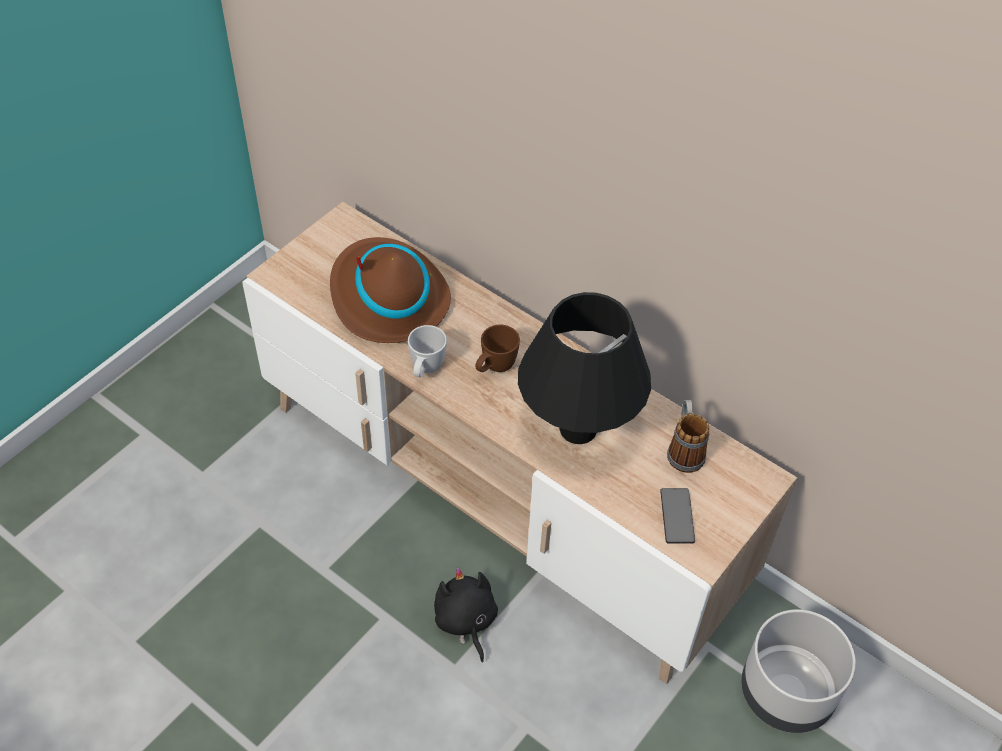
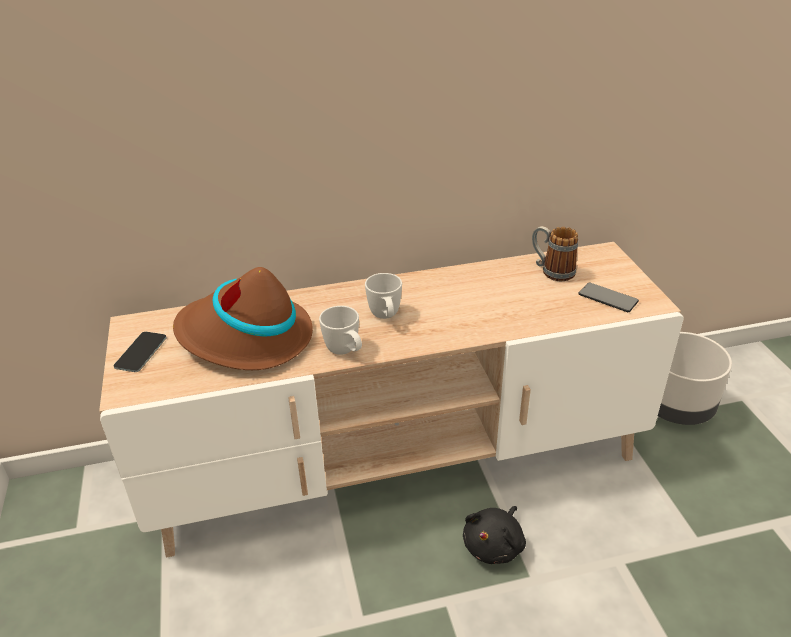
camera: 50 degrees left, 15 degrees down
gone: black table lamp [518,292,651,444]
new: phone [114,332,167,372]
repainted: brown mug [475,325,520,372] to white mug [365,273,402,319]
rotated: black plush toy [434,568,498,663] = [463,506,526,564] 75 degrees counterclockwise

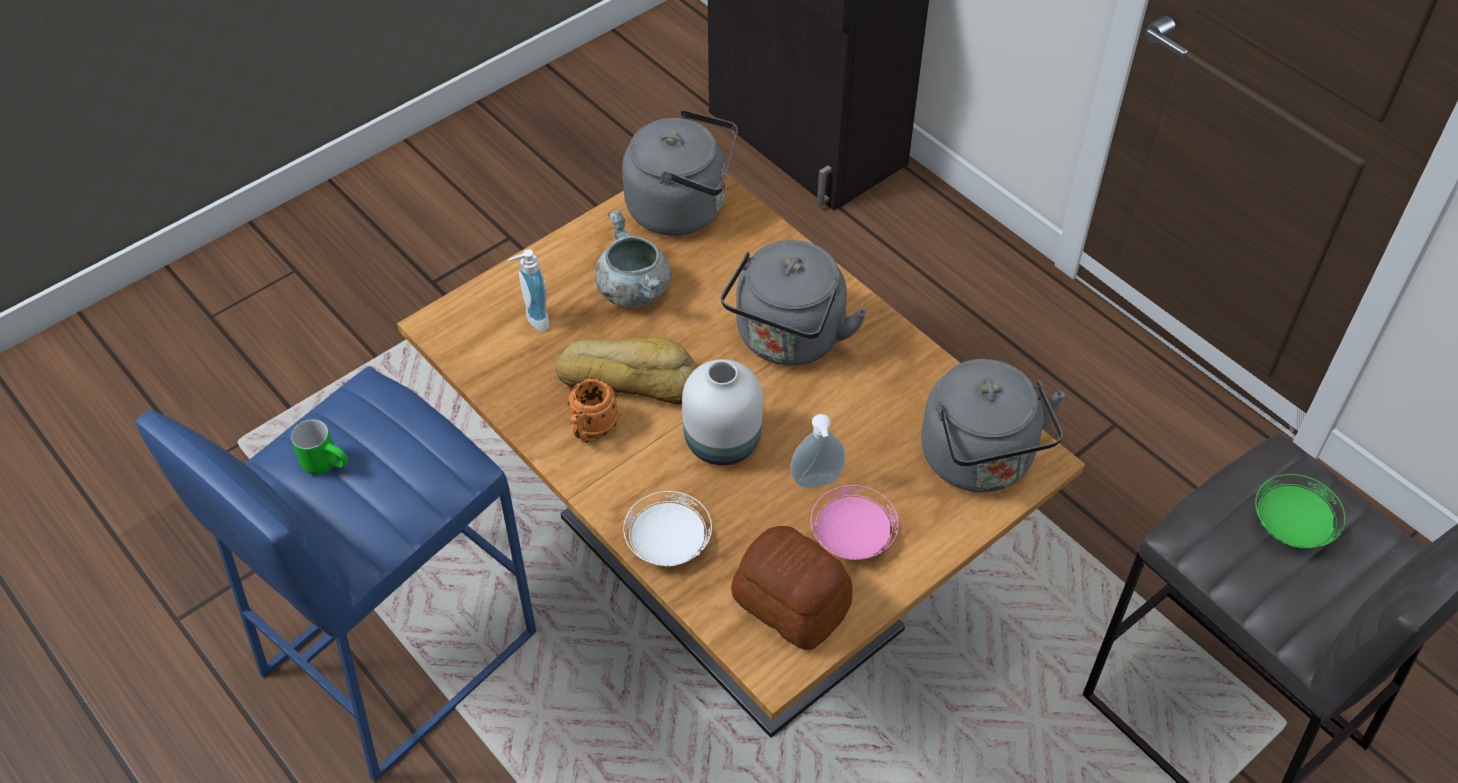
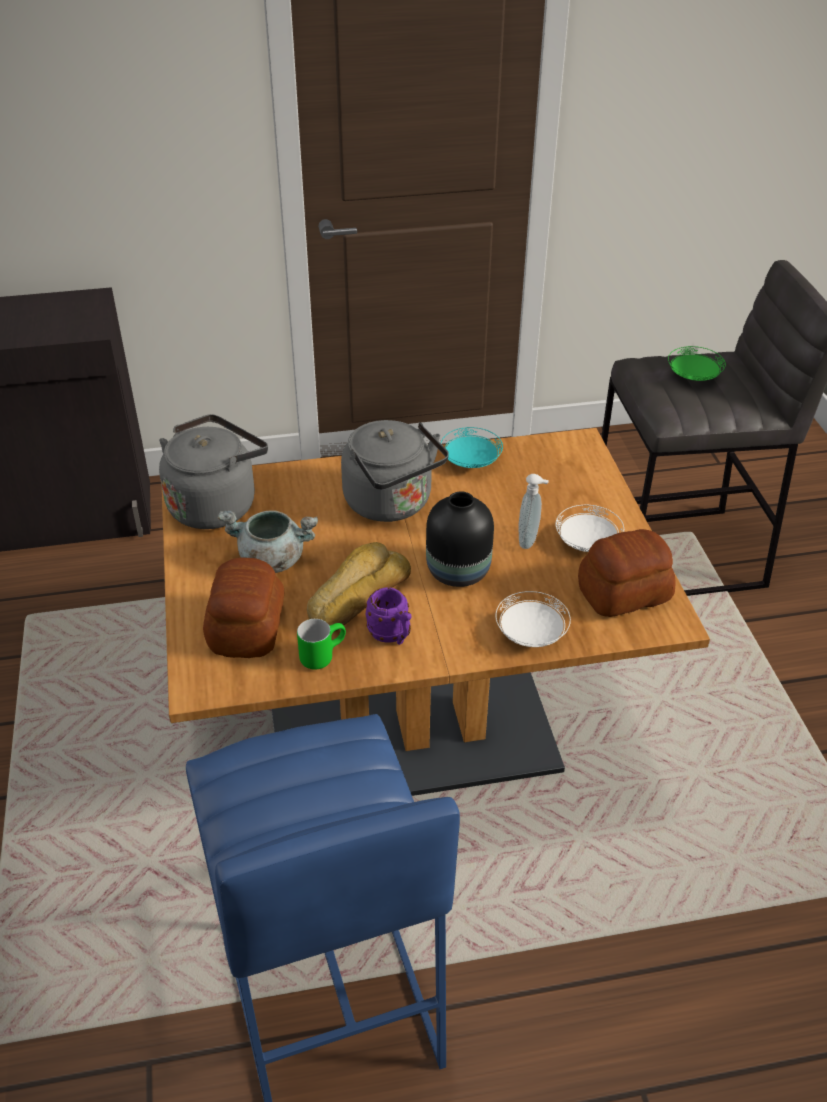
camera: 60 degrees left, 10 degrees down
gone: grey kettle [921,359,1065,492]
new: turquoise plate [441,427,503,468]
shifted: green mug [291,419,348,474] to [297,619,346,670]
swapped: soap dispenser [508,249,549,332] to bread [203,558,284,658]
repainted: orange mug [567,379,618,443] to purple mug [365,587,412,645]; white vase [682,359,763,465] to black vase [426,491,494,587]; pink plate [811,485,899,560] to white plate [556,505,624,552]

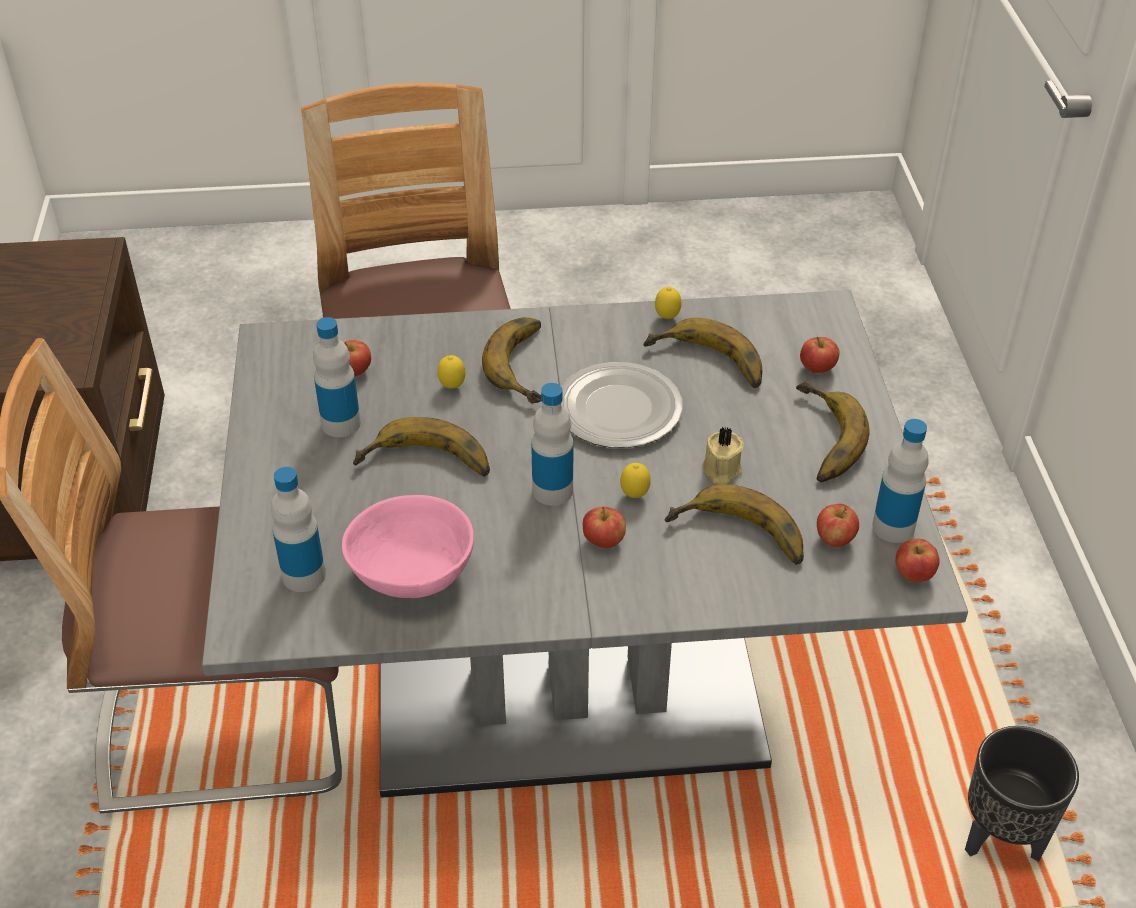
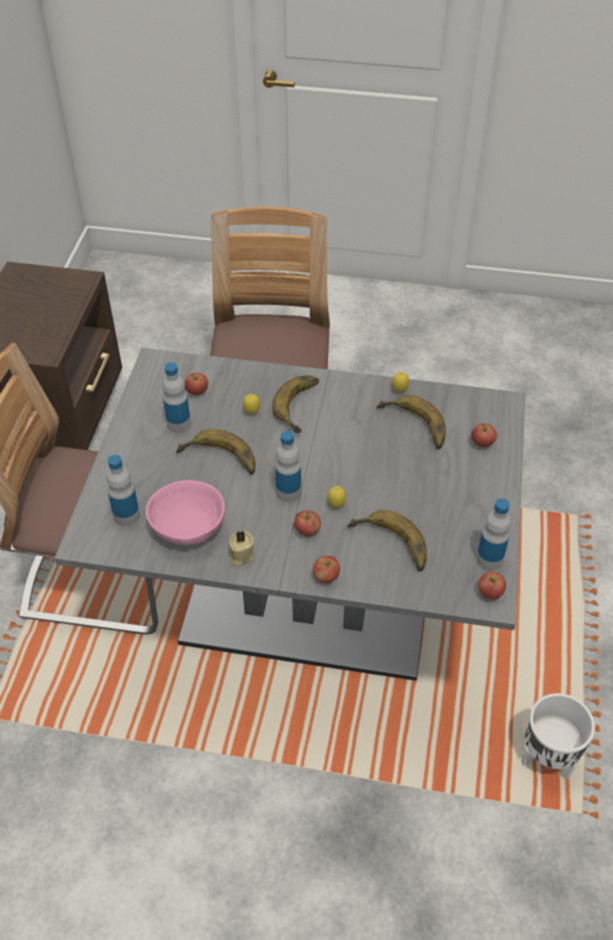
camera: 15 degrees right, 5 degrees up
gone: plate [561,362,683,448]; banana [796,381,870,482]
shifted: beige candle [702,427,744,484] to [230,530,254,566]; apple [817,504,859,547] to [313,556,340,584]
repainted: black planter [965,726,1079,862] to white planter [521,693,595,780]

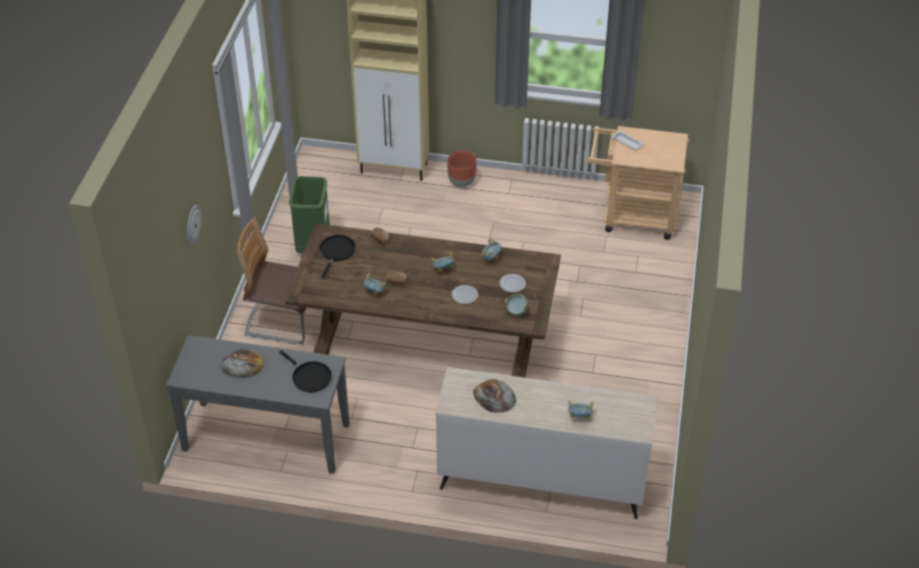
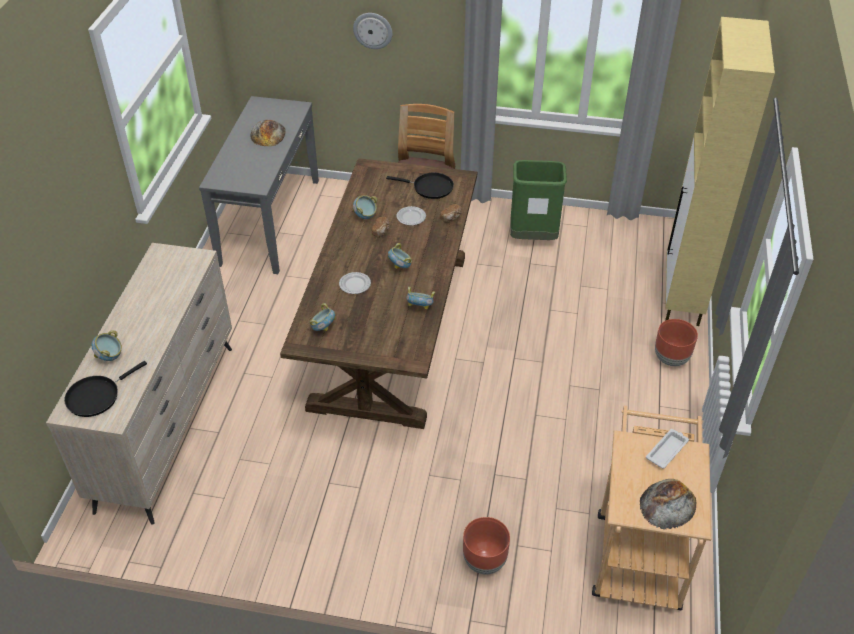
camera: 90 degrees right, 0 degrees up
new: brown planter [463,517,510,575]
shifted: black frying pan [279,350,332,392] to [64,361,147,417]; bread [473,379,516,413] to [640,479,697,529]; plate [499,274,526,293] to [396,206,426,226]

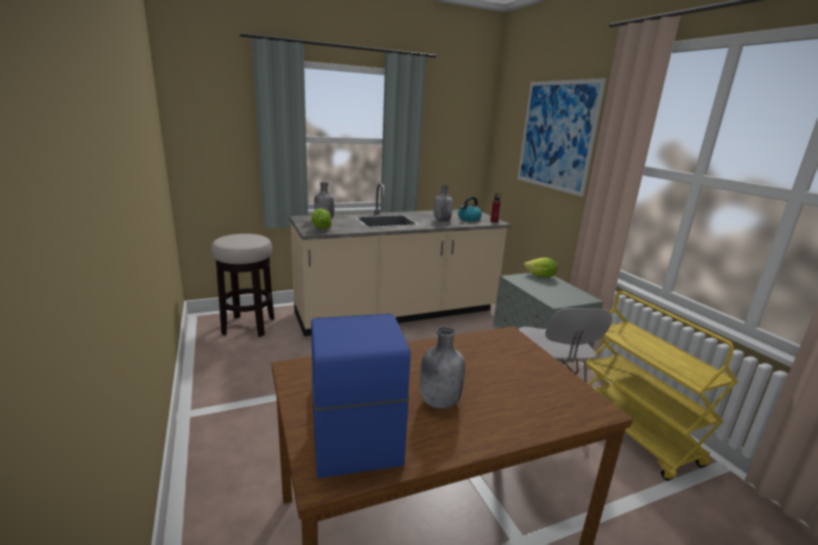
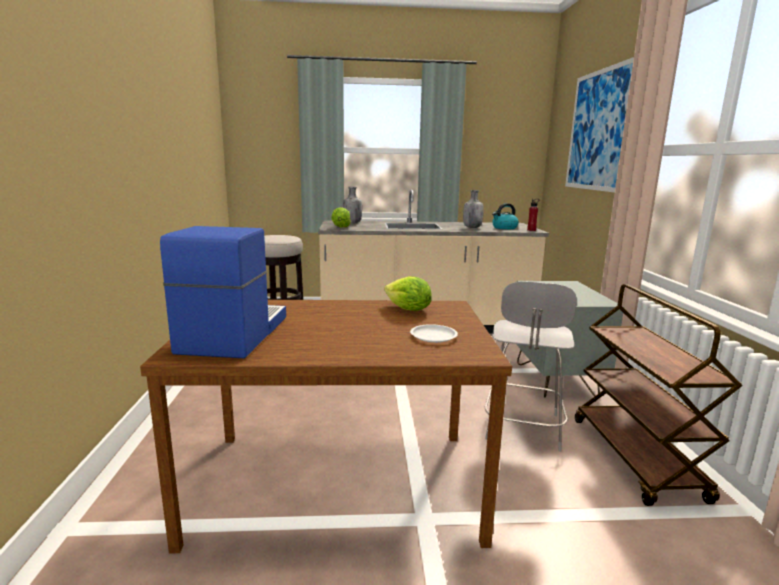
camera: 20 degrees right, 5 degrees down
gone: grey bottle [420,326,465,409]
new: white plate [410,324,458,343]
shifted: lettuce [524,258,557,277] to [384,276,432,311]
repainted: yellow cart [586,291,738,481] to brown cart [575,284,743,506]

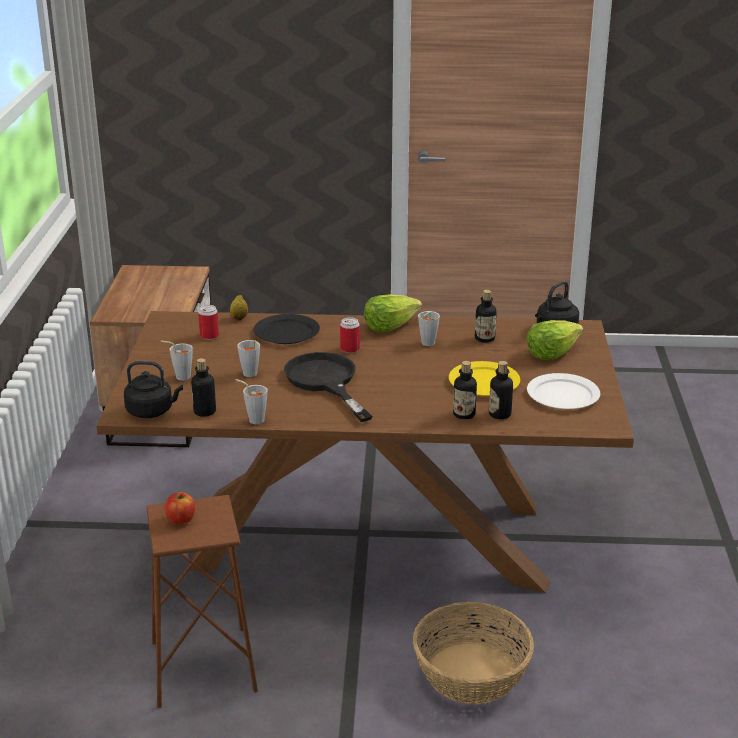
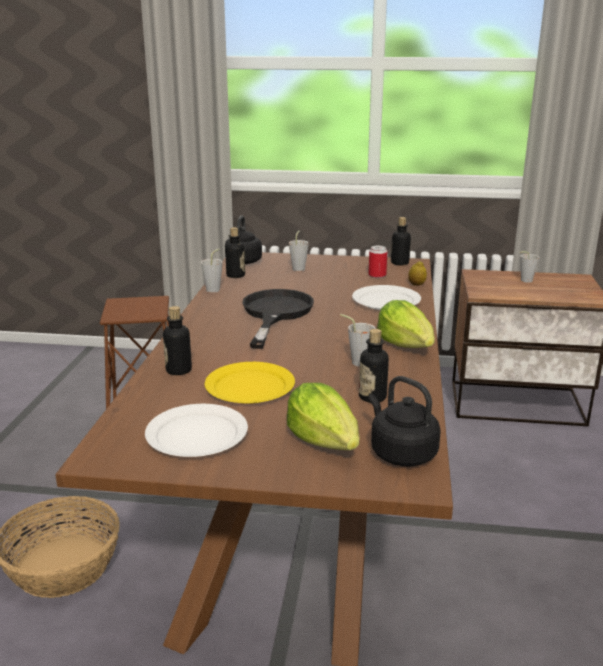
camera: 95 degrees right, 5 degrees down
gone: apple [164,492,195,525]; can [340,317,360,353]
shifted: grey cup [237,340,260,377] to [519,251,539,283]; bottle [489,361,513,419] to [391,217,411,265]
repainted: black plate [254,314,320,344] to white plate [352,285,421,310]
rotated: black frying pan [284,352,372,422] = [242,289,314,349] 60 degrees counterclockwise

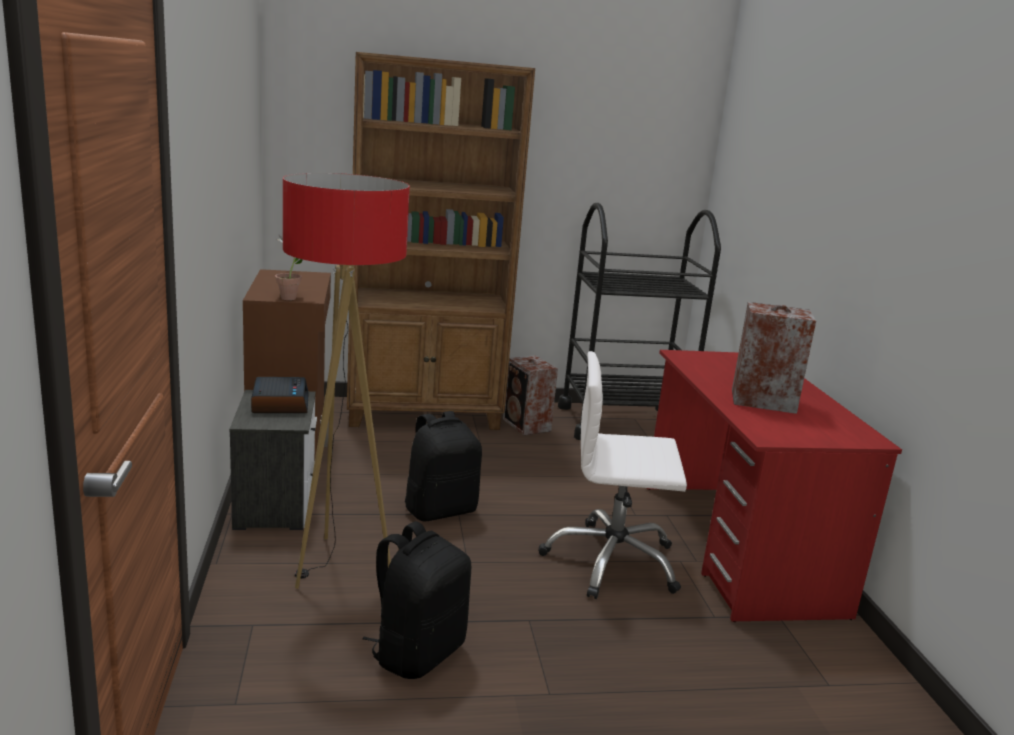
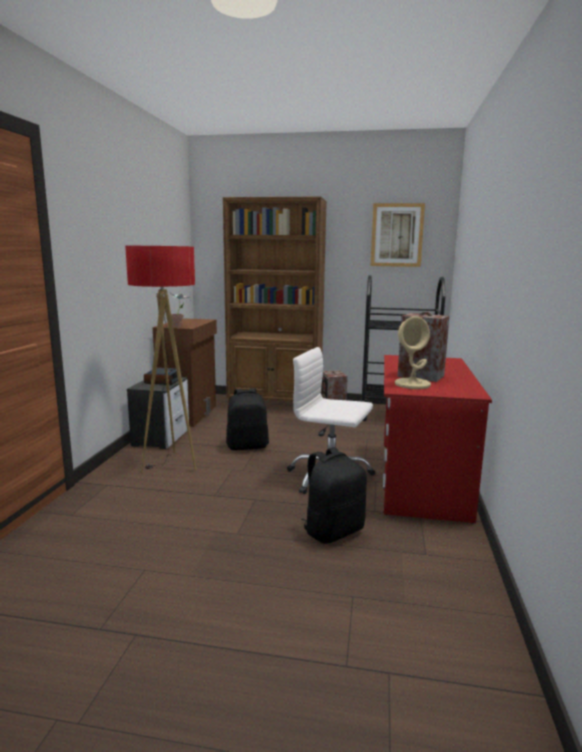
camera: 20 degrees right, 5 degrees down
new: picture [370,203,425,267]; beige table lamp [395,316,431,389]
shifted: black backpack [362,521,471,679] to [301,447,367,544]

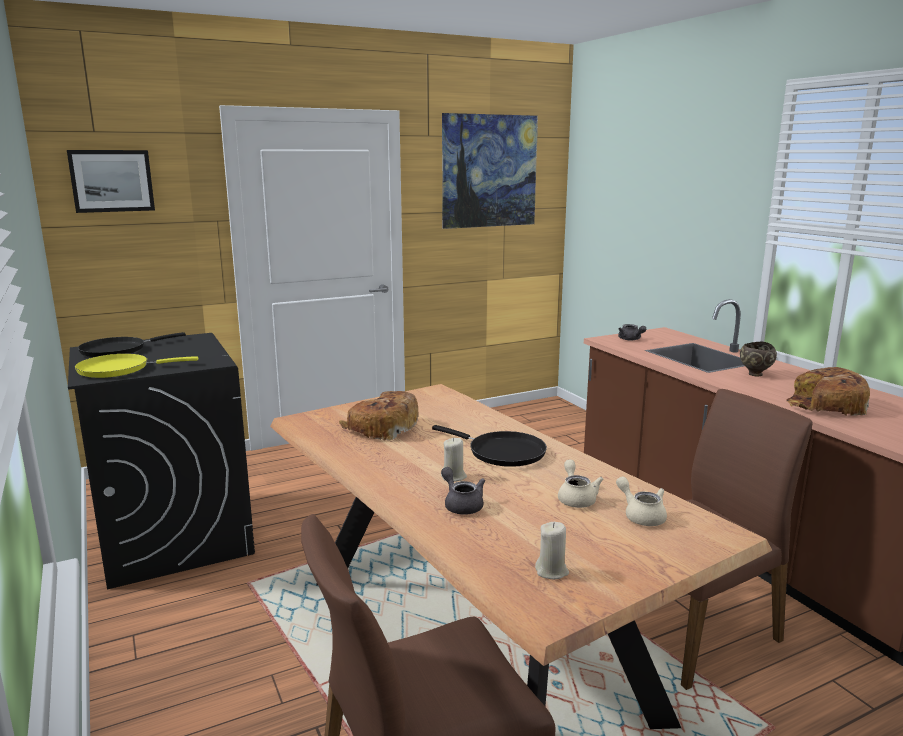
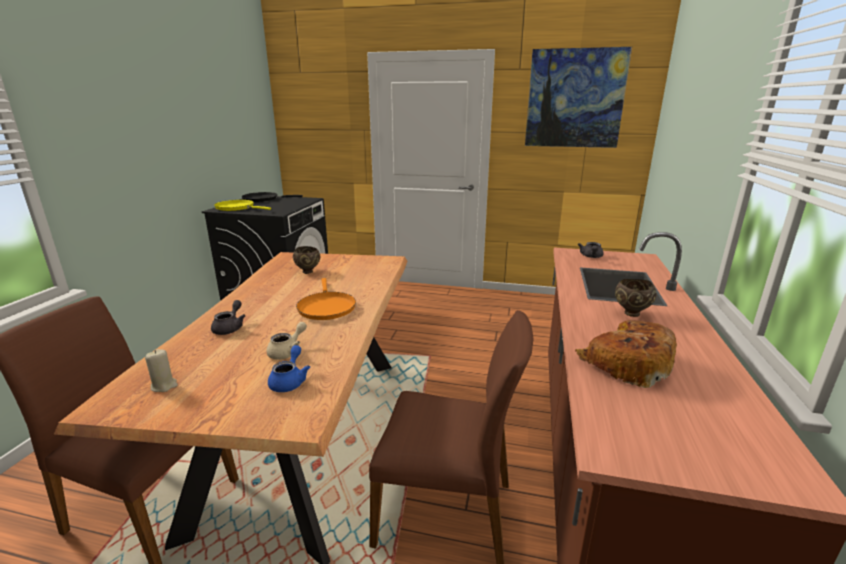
camera: 40 degrees right, 5 degrees up
gone: picture [67,150,155,213]; beige candle [441,438,467,482]
swapped: bread [339,391,419,440] to brown bowl [293,246,320,274]
repainted: black frying pan [432,425,547,467] to orange frying pan [296,278,356,320]; beige teapot [616,477,667,526] to blue teapot [268,345,310,392]

